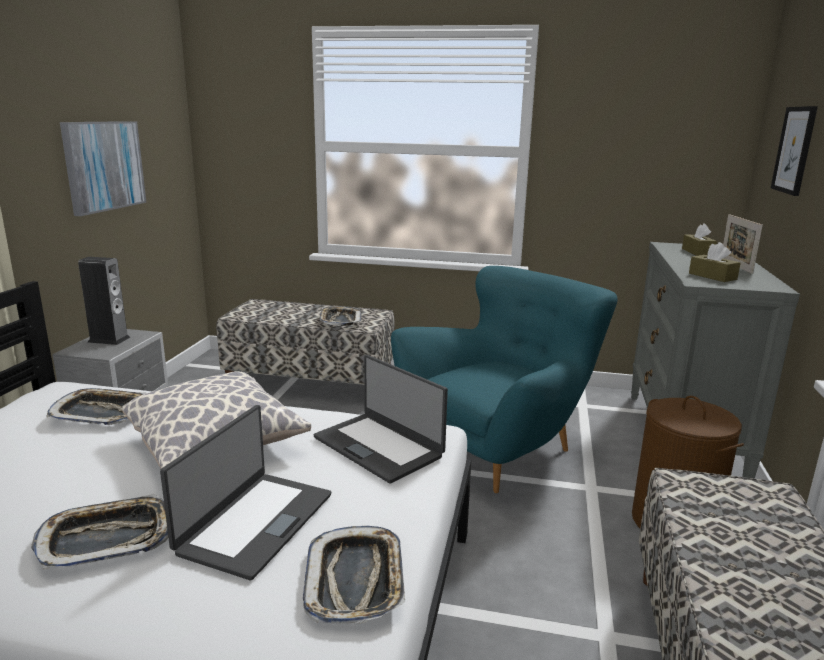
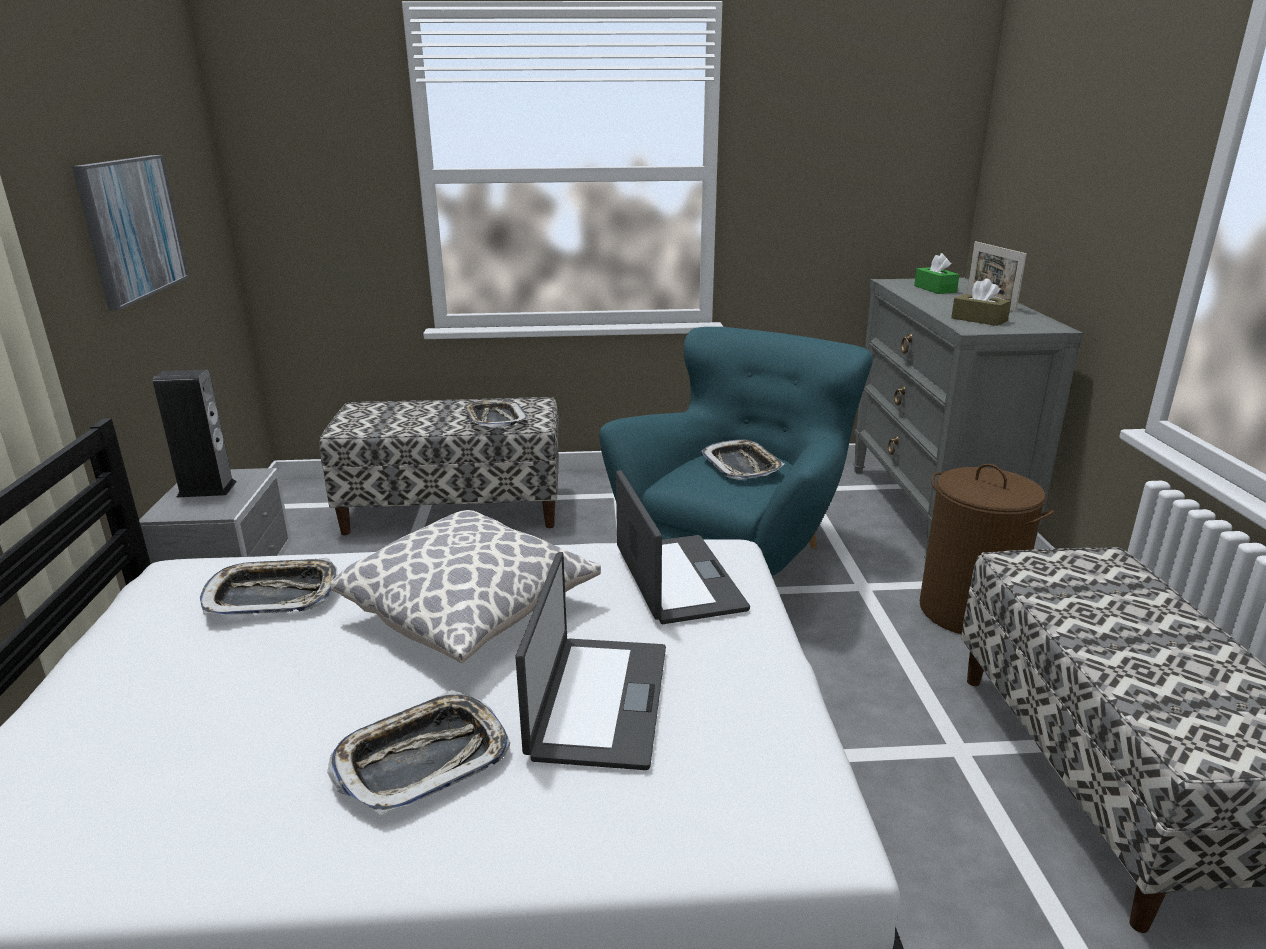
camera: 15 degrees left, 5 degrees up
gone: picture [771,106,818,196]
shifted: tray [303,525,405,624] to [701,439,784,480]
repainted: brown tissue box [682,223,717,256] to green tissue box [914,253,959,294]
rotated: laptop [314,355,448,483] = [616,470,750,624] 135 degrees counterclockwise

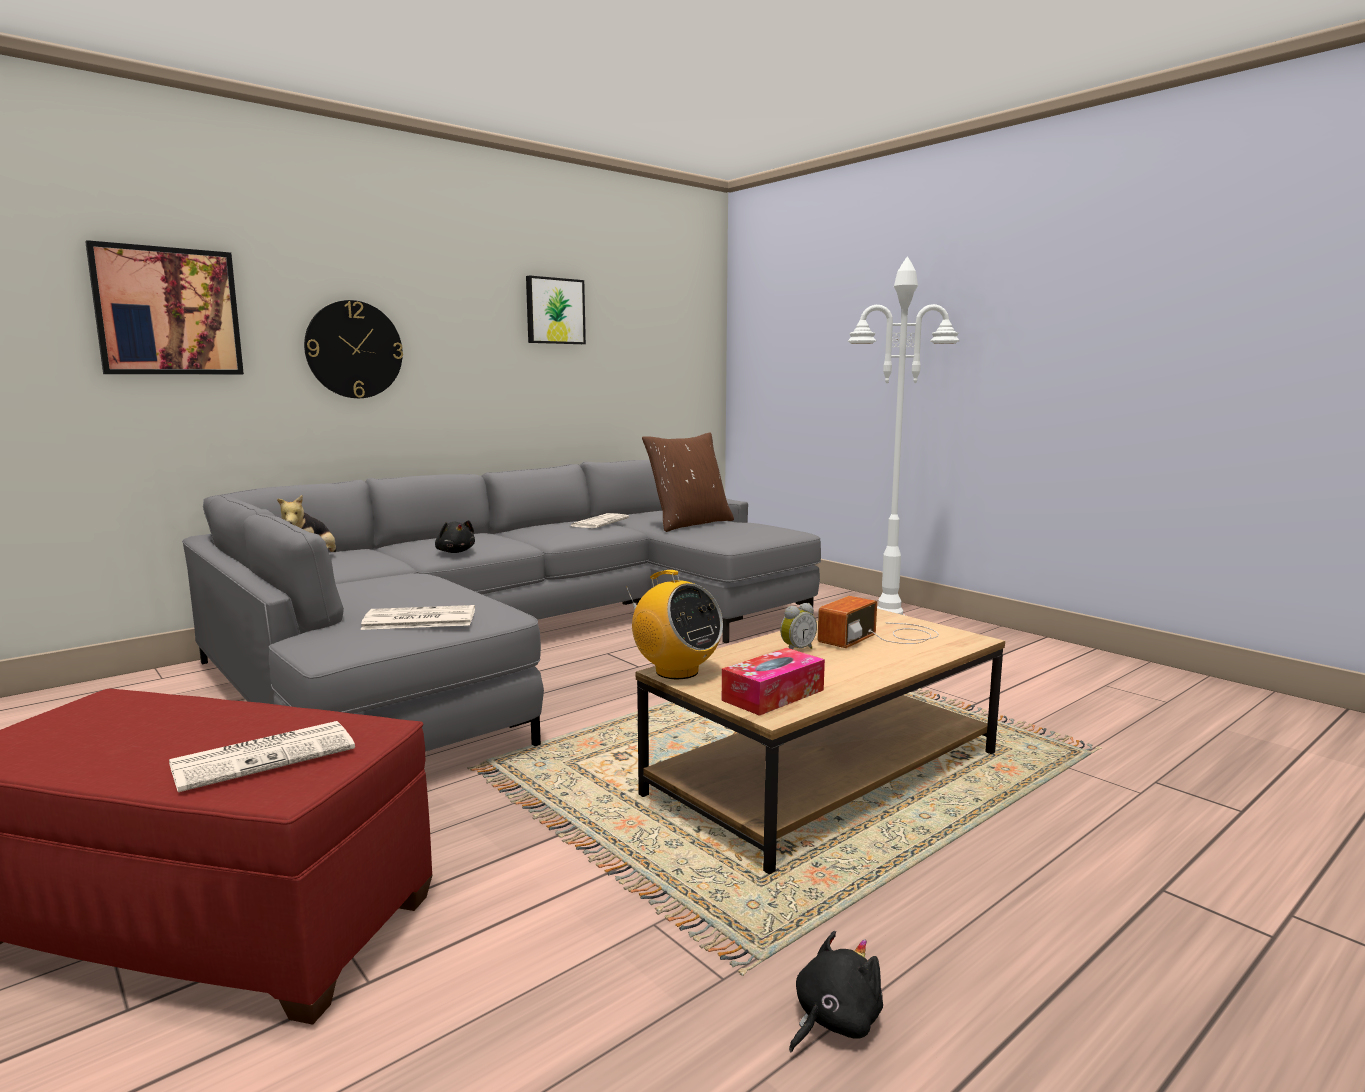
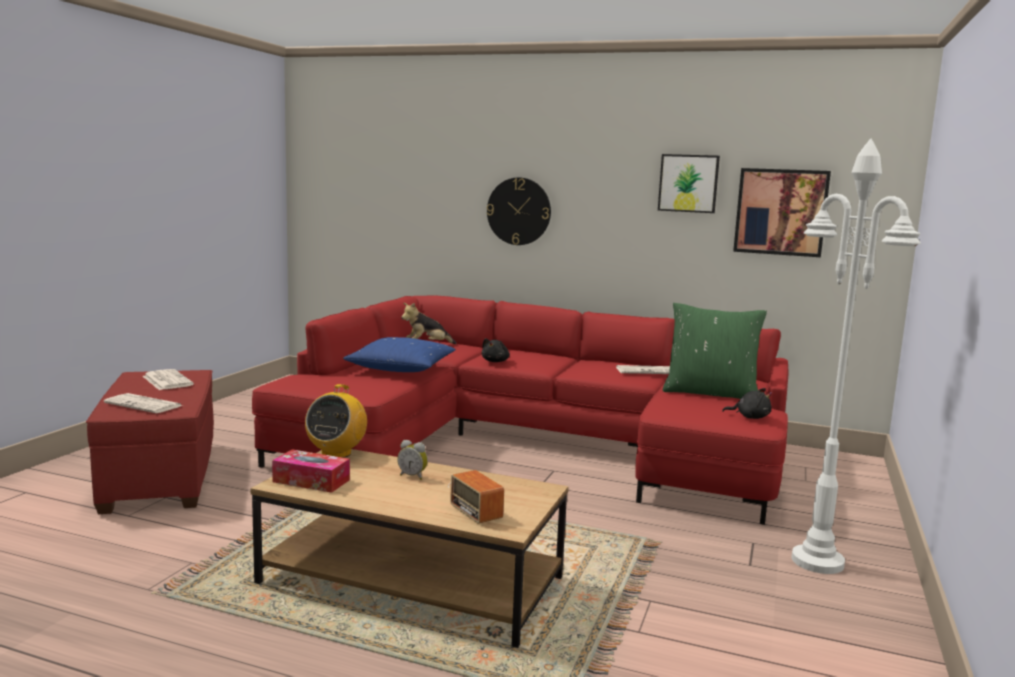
camera: 60 degrees right, 0 degrees up
new: blue pillow [343,337,456,372]
shifted: picture [85,240,244,374] to [733,168,831,257]; newspaper [360,605,475,630] to [143,369,194,390]; black plush toy [789,931,883,1053] to [722,388,772,419]
repainted: grey sofa [182,460,821,752] to red sofa [252,296,789,525]; brown pillow [642,432,734,532] to green pillow [663,303,767,399]
rotated: radio [818,596,939,648] = [448,470,504,524] 135 degrees counterclockwise

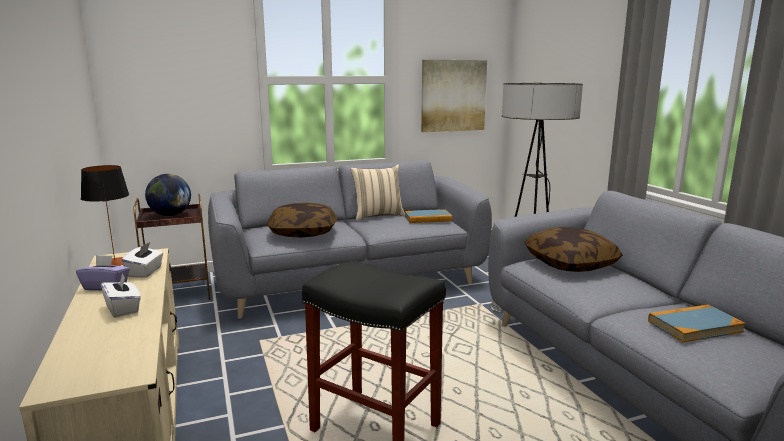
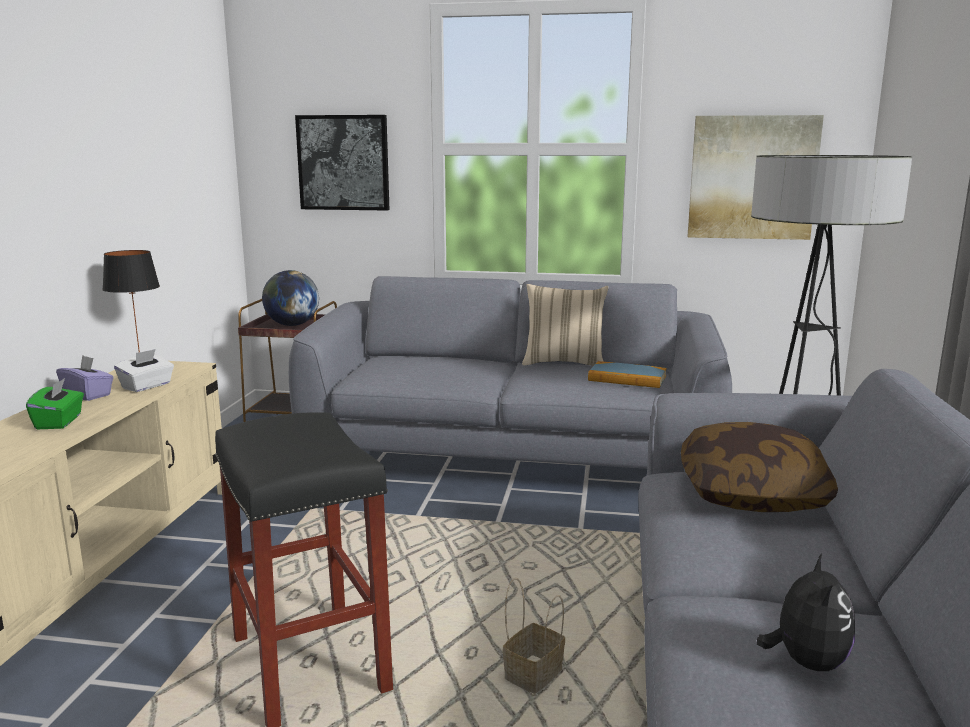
camera: 30 degrees right, 0 degrees up
gone: pillow [267,203,337,238]
new: picture [295,115,389,211]; basket [503,578,565,694]
swapped: book [648,305,746,342] to plush toy [756,553,855,671]
repainted: white tissue box [101,273,141,318] to green tissue box [26,378,84,429]

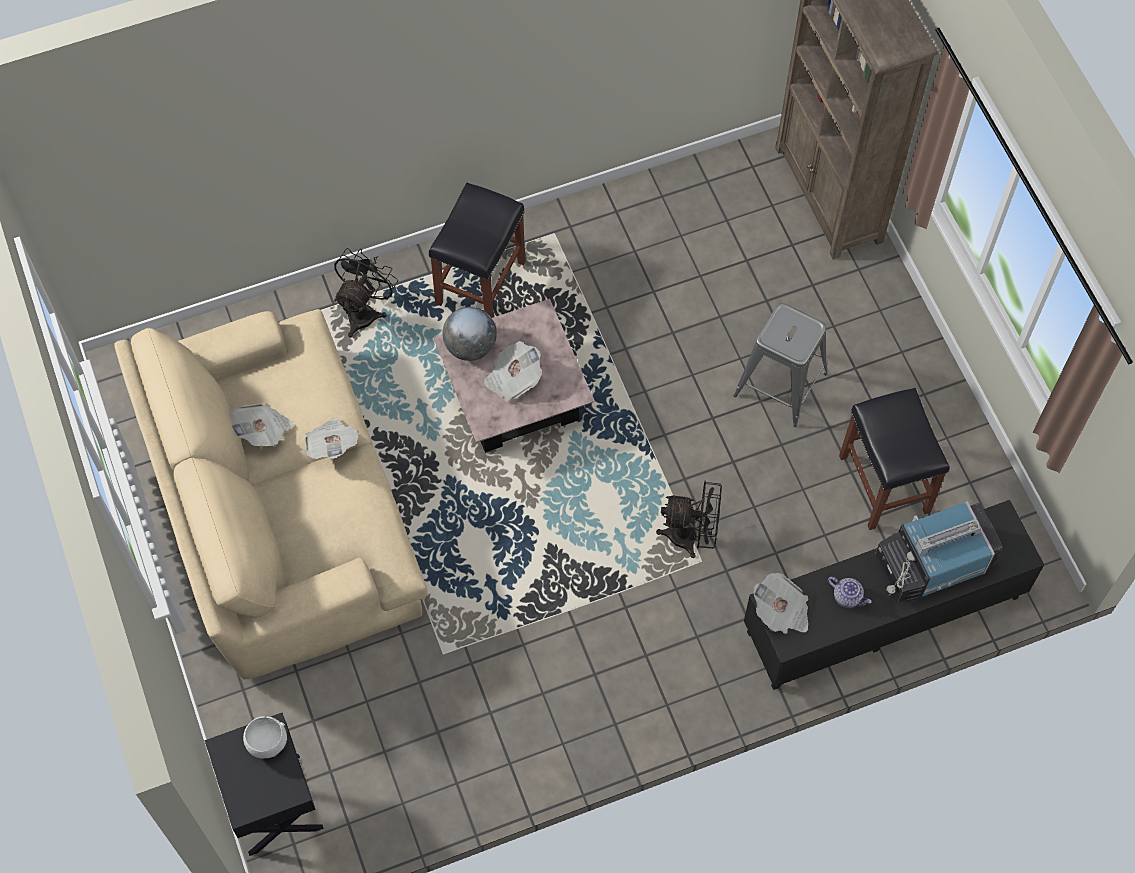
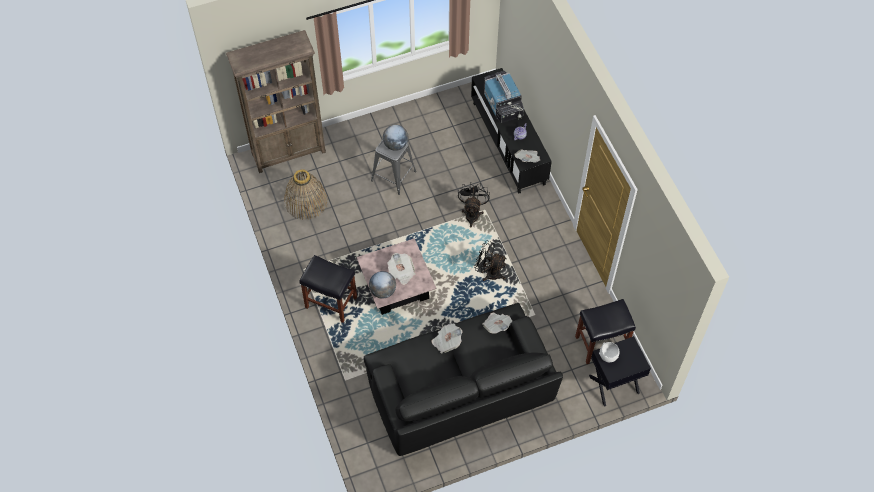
camera: 90 degrees left, 5 degrees down
new: basket [284,169,328,220]; globe [383,125,409,151]
shifted: newspaper [230,404,294,446] to [482,312,512,334]; black fan [334,248,398,338] to [474,241,507,281]; black stool [839,388,950,530] to [575,299,636,364]
repainted: beige sofa [114,309,427,679] to black sofa [364,303,563,456]

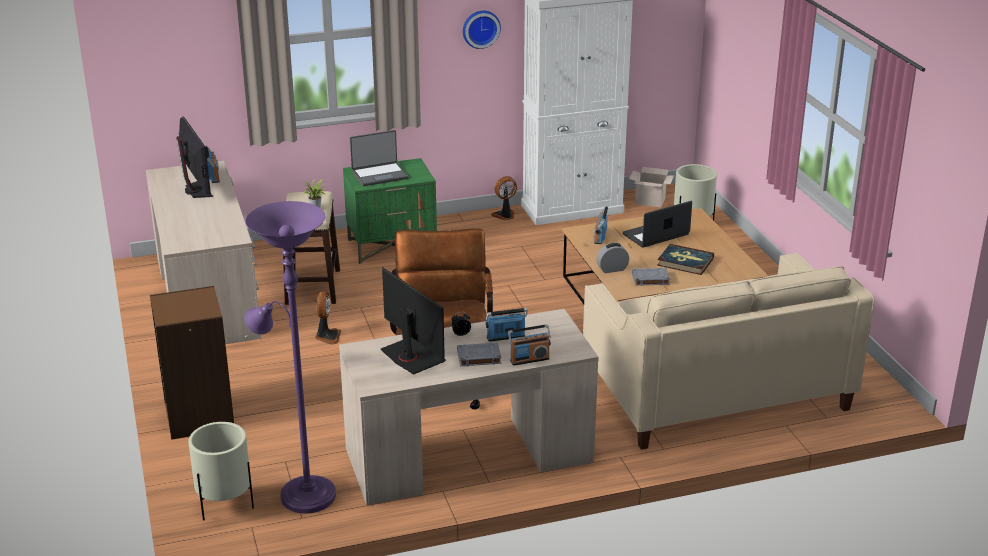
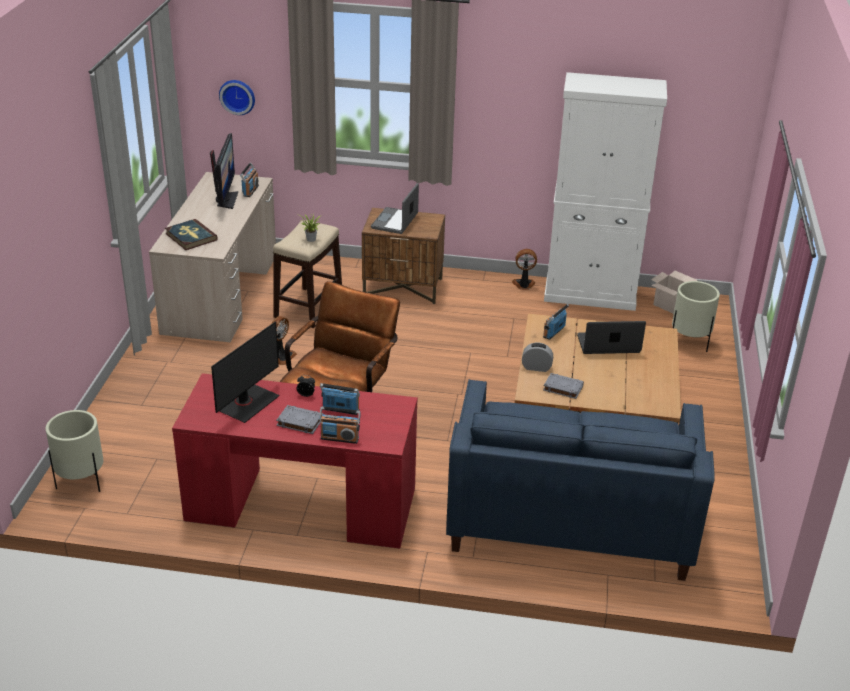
camera: 25 degrees right, 5 degrees up
gone: brown bookcase [150,286,234,440]; purple floor lamp [244,201,336,514]
shifted: wall clock [463,11,501,49] to [219,80,255,115]; book [657,244,714,275] to [165,219,218,250]
repainted: beige desk [339,309,599,505] to red desk [172,373,418,549]; green nightstand [343,158,437,264] to brown nightstand [362,208,445,304]; beige sofa [583,253,875,450] to blue sofa [446,379,715,581]
rotated: laptop [350,130,408,186] = [371,183,419,234] 105 degrees clockwise; monitor [381,268,446,374] = [211,321,279,423] 45 degrees clockwise

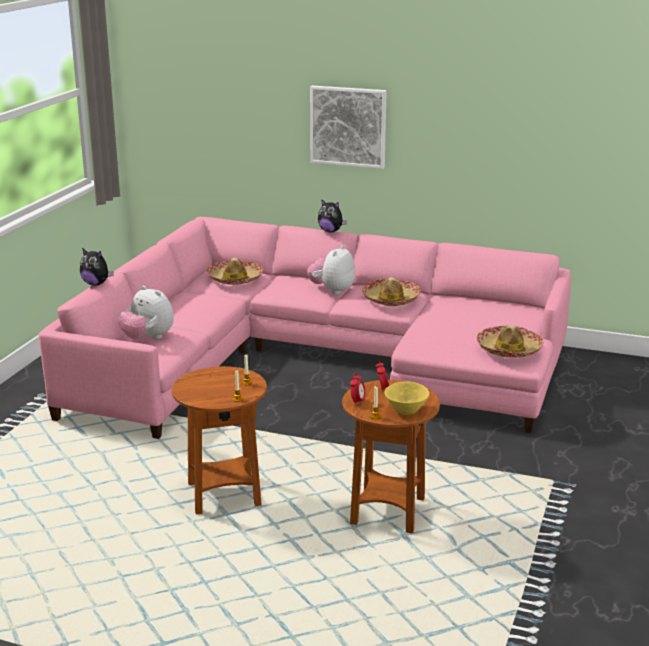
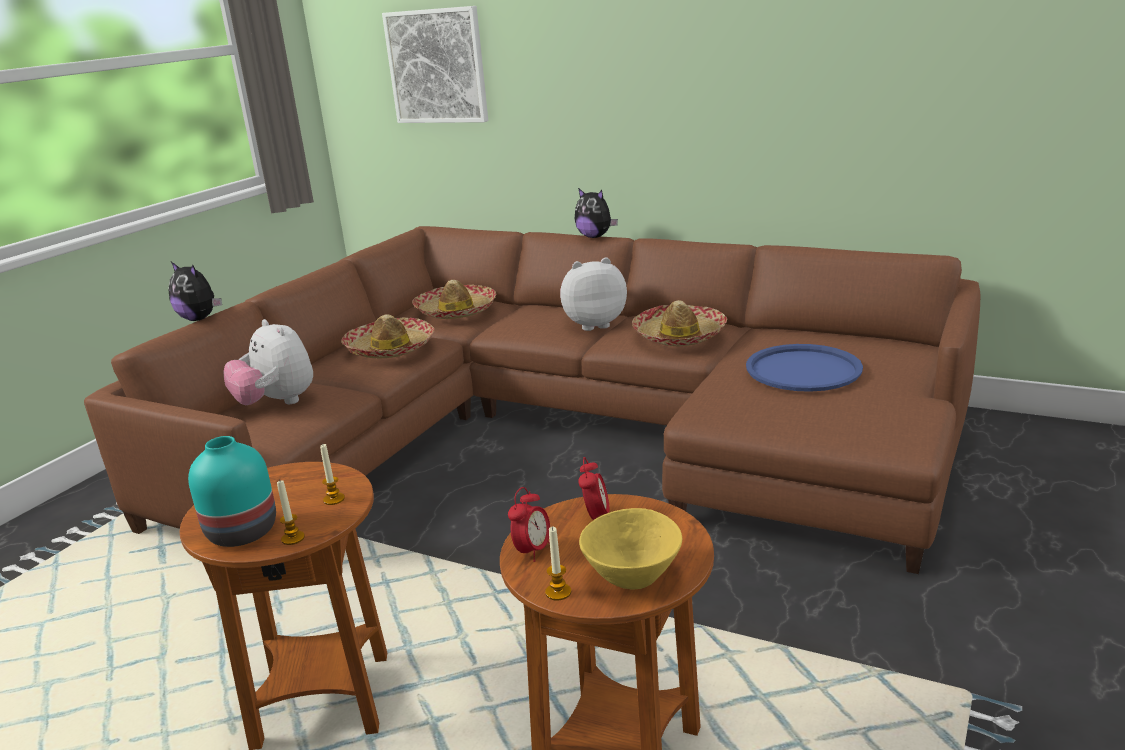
camera: 10 degrees right, 0 degrees up
new: turquoise vase [188,436,276,547]; blue tray [746,344,863,392]
shifted: picture [310,86,387,169] to [382,6,488,123]; hat [477,325,544,358] to [341,314,434,358]
repainted: pink sofa [38,217,571,439] to brown sofa [84,226,980,574]
rotated: plush toy [307,245,355,295] = [560,257,627,331] 45 degrees clockwise

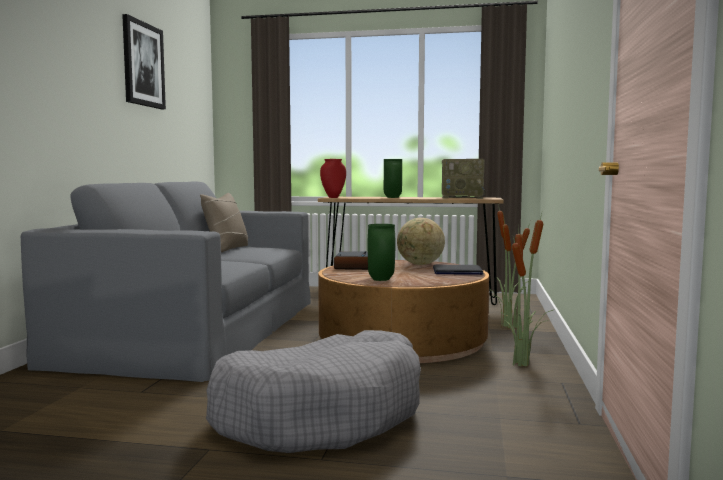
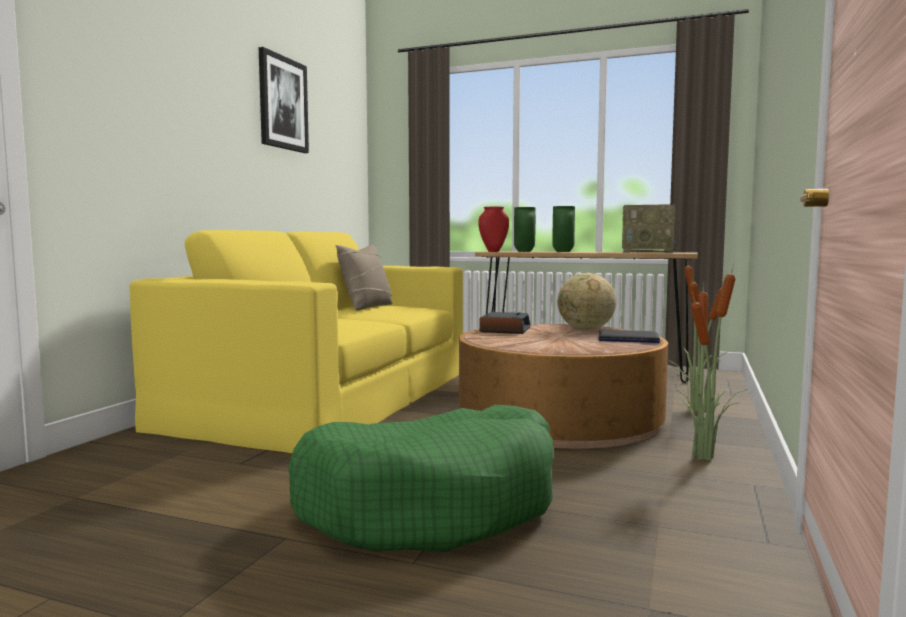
camera: 10 degrees right, 0 degrees up
shifted: green vase [368,224,395,281] to [514,207,536,252]
repainted: grey sofa [21,181,311,382] to yellow sofa [130,230,463,453]; grey dog bed [206,330,421,453] to green dog bed [288,405,553,552]

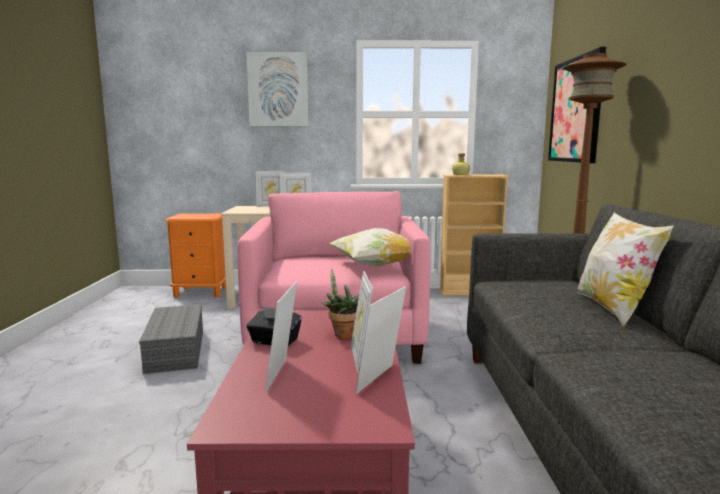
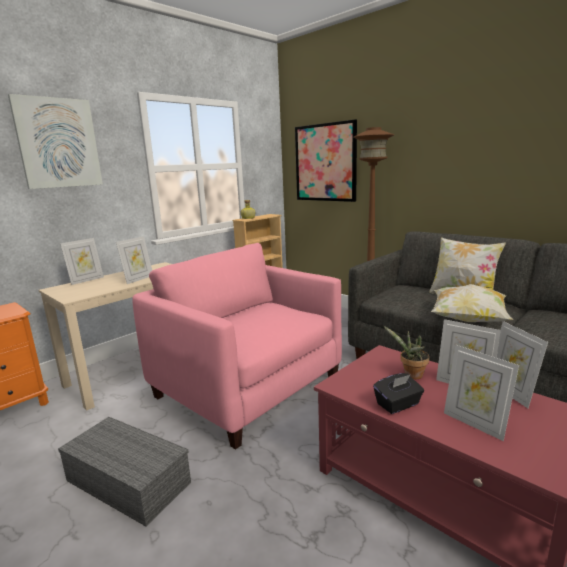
camera: 45 degrees left, 5 degrees up
shifted: pillow [329,228,410,266] to [431,284,513,322]

